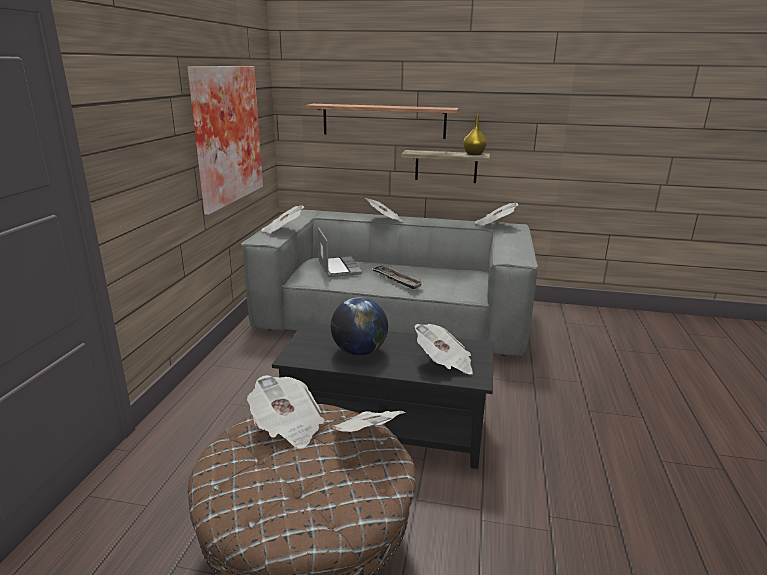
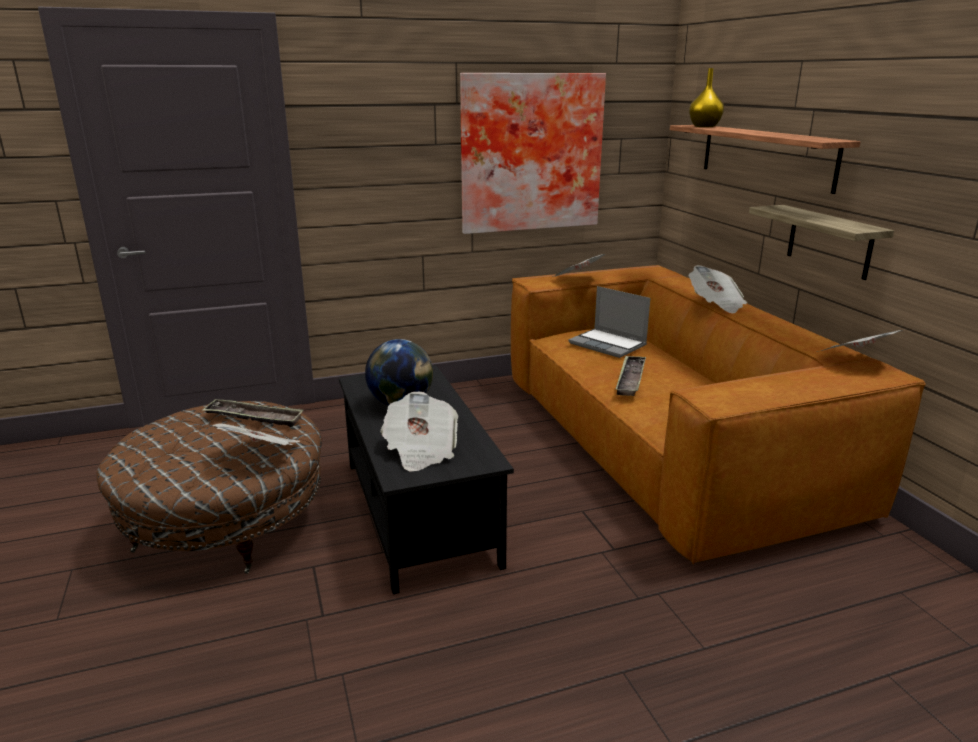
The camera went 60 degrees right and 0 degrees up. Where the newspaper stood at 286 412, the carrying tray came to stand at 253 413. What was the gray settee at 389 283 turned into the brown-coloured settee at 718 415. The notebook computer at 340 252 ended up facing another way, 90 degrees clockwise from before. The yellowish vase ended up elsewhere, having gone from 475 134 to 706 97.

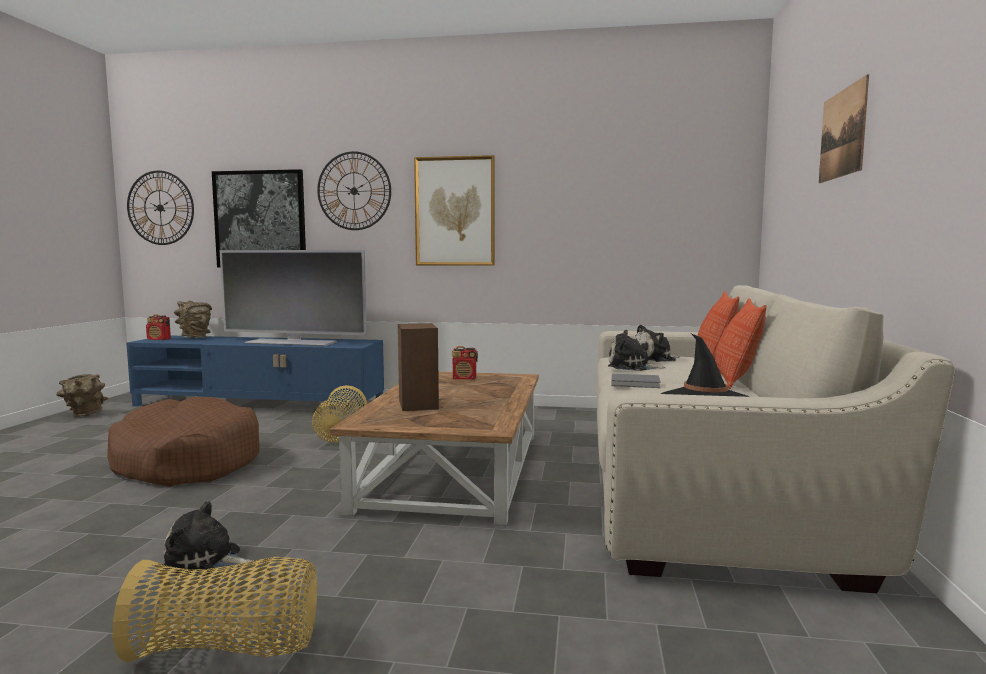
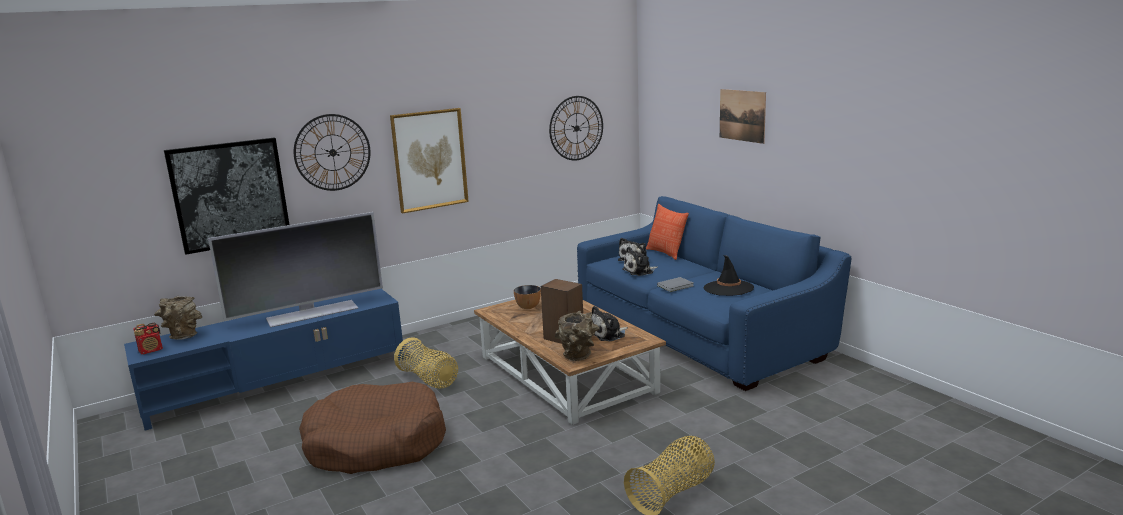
The camera went 40 degrees left and 10 degrees up. Where the radio set stood at 465 363, the bowl came to stand at 527 297. The hanging clock ended up elsewhere, having gone from 160 207 to 576 128. The brown-coloured vase ended up elsewhere, having gone from 82 395 to 577 336. What was the beige-coloured settee at 775 439 turned into the blue-coloured settee at 714 293. The cuddly toy ended up elsewhere, having gone from 208 538 to 609 323. The second view lost the orange cushion at 741 343.

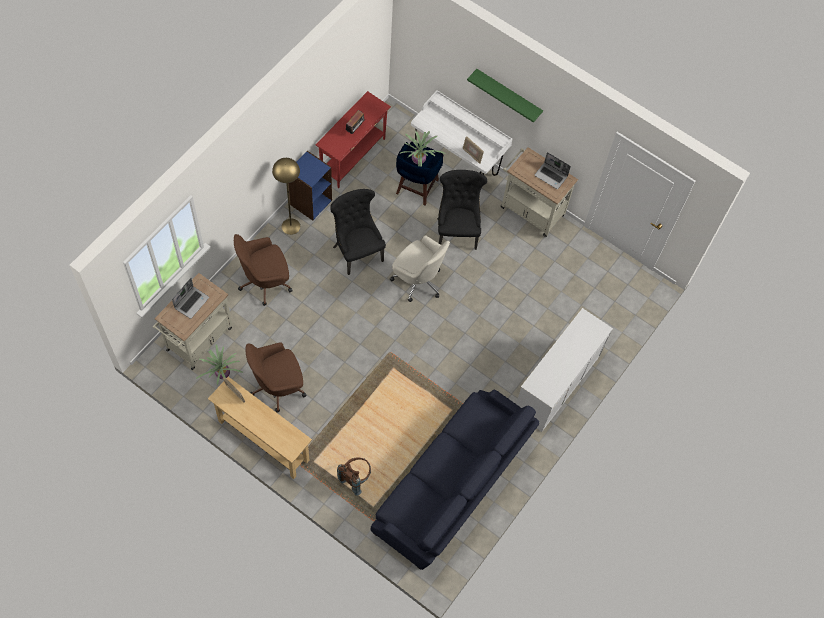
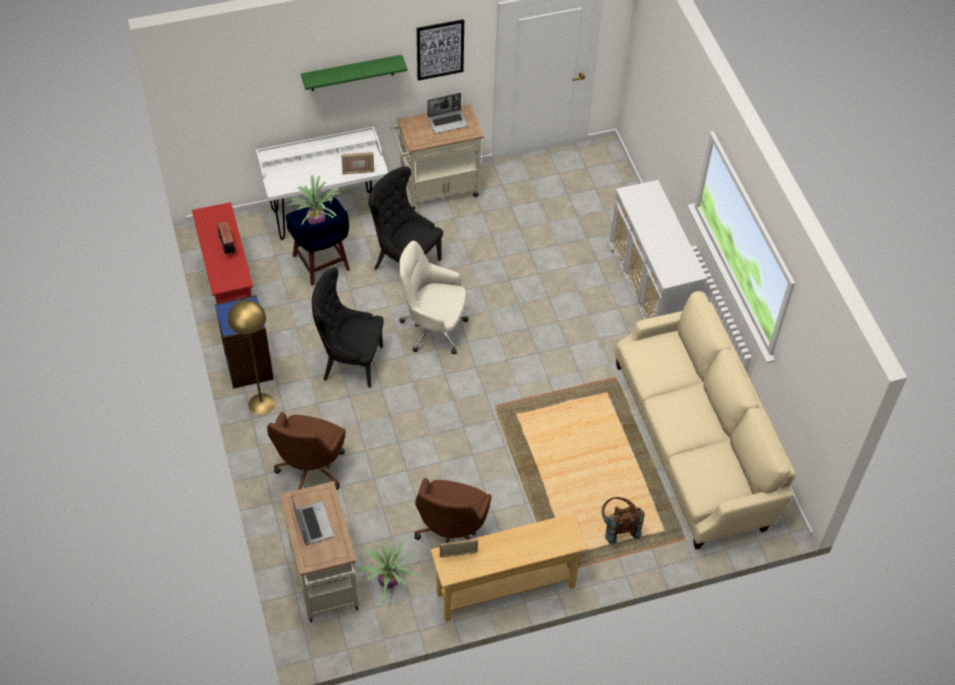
The camera went 50 degrees left and 10 degrees down. The beige-coloured desk chair at 420 268 ended up facing another way, 150 degrees counterclockwise from before. The second view gained the wall art at 440 50. What was the blue-coloured settee at 455 480 turned into the beige-coloured settee at 705 420.

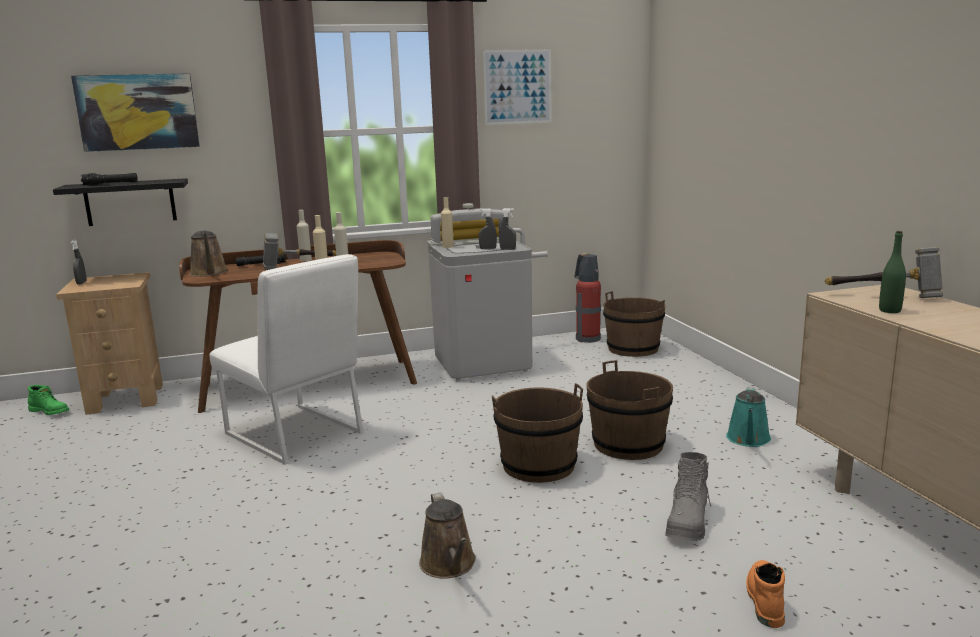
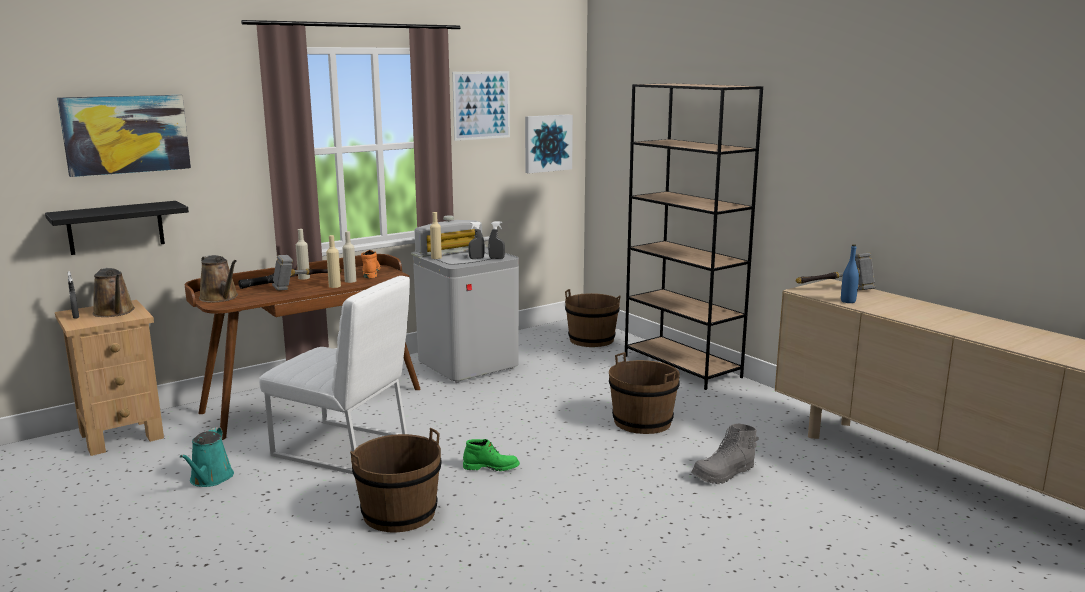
The camera went 20 degrees left and 0 degrees up. The brown-coloured sprinkling can ended up elsewhere, having gone from 447 535 to 114 292. The turquoise sprinkling can ended up elsewhere, having gone from 748 417 to 207 457. The brown-coloured water bucket ended up elsewhere, having gone from 537 433 to 396 480. The orange high-top boot ended up elsewhere, having gone from 765 594 to 370 264. The green-coloured high-top boot ended up elsewhere, having gone from 48 400 to 491 455. The second view gained the wall art at 549 144. The second view gained the beige-coloured bookshelf at 694 236. The gray high-top boot at 688 496 ended up facing another way, 60 degrees clockwise from before. What was the green-coloured beverage bottle at 892 272 turned into the blue-coloured beverage bottle at 850 273. The second view lost the black flashlight at 109 179. The second view lost the extinguisher at 587 298.

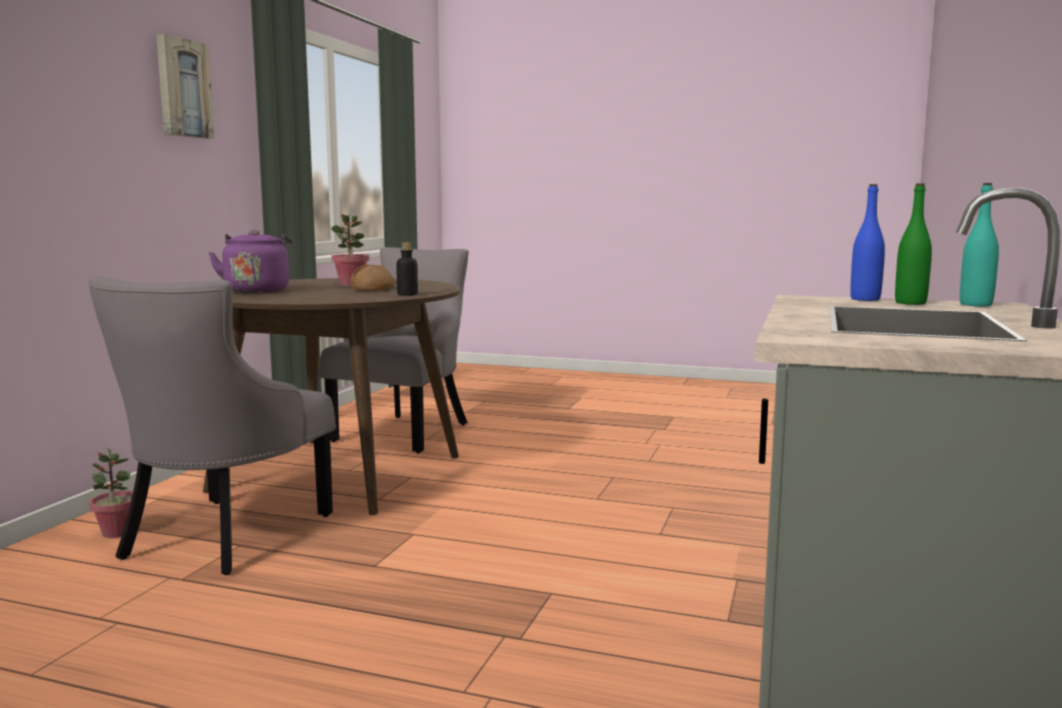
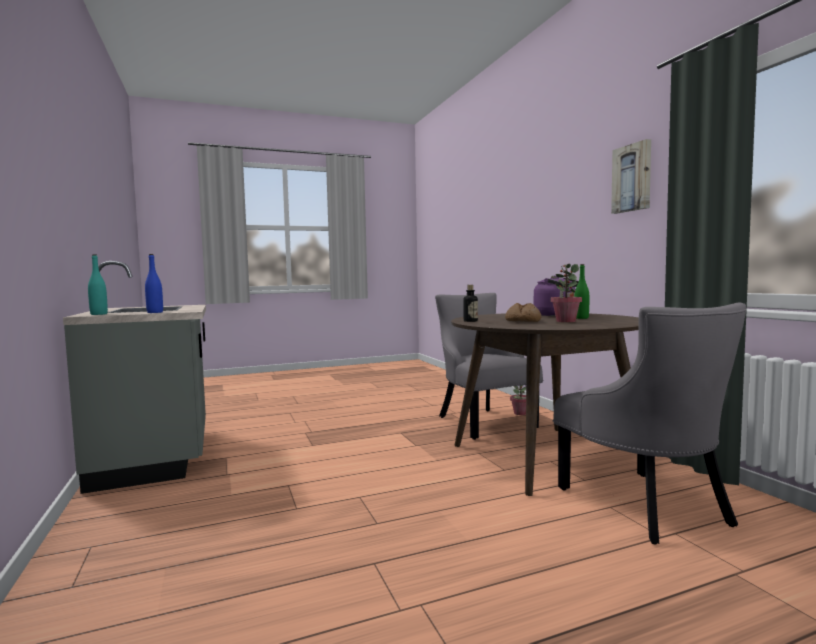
The camera went 140 degrees right and 5 degrees down. The green-coloured beverage bottle ended up elsewhere, having gone from 913 244 to 581 291.

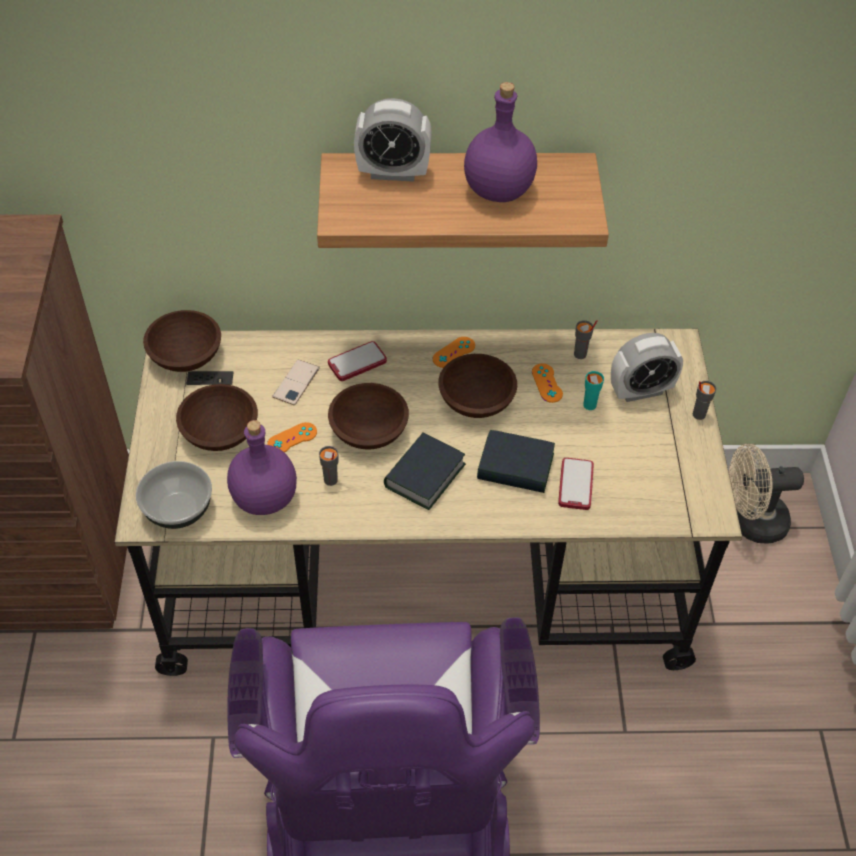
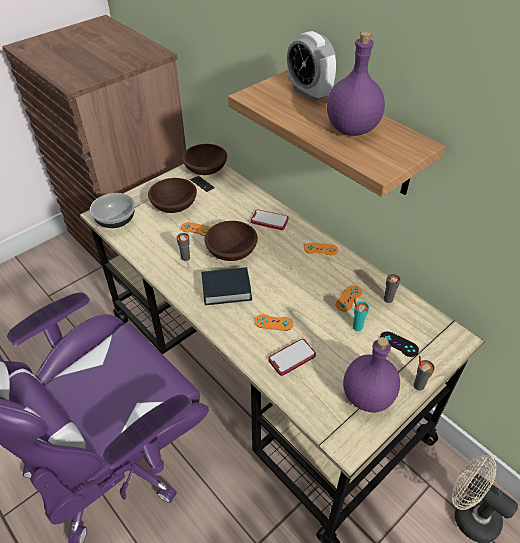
The camera went 50 degrees right and 5 degrees down. Where the bound book stood at 516 461, the orange joypad came to stand at 274 322. The purplish beverage bottle ended up elsewhere, having gone from 262 467 to 371 375. Where the bedside clock stood at 647 367, the black joypad came to stand at 399 344. The second view lost the handset at 296 382. The second view lost the brown-coloured bowl at 477 386.

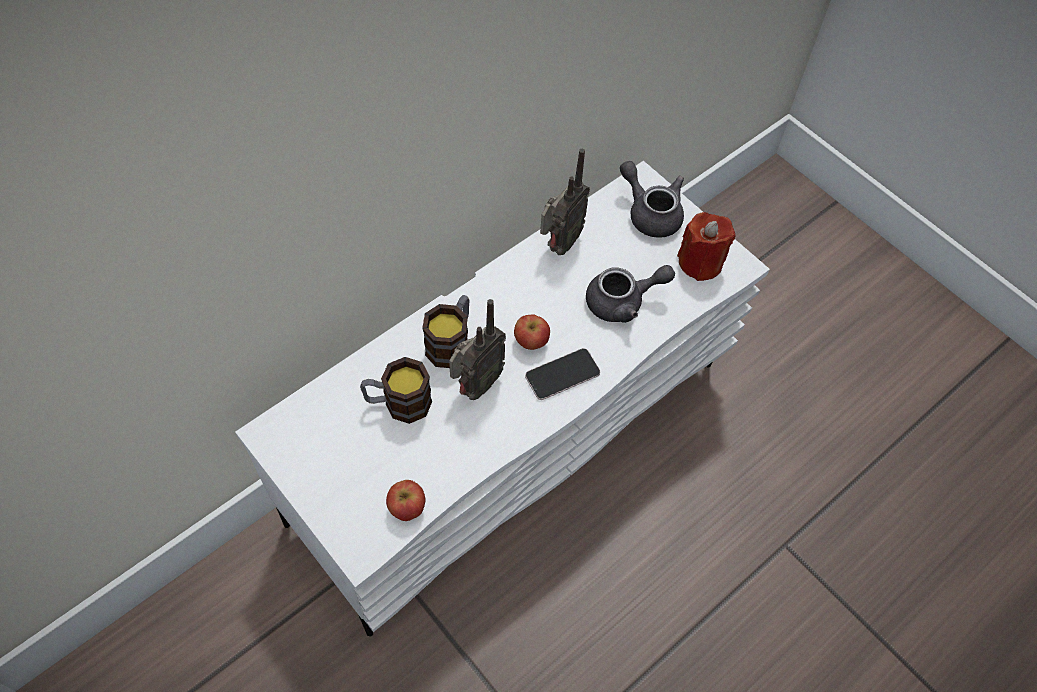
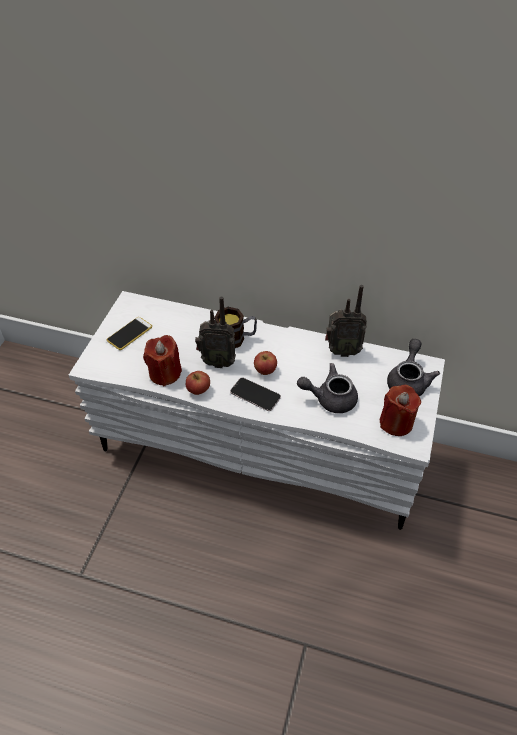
The camera went 60 degrees right and 10 degrees down. The second view gained the handset at 129 333. The second view gained the red-coloured wax candle at 162 360. The apple fruit ended up elsewhere, having gone from 405 500 to 198 383. The gray teapot at 630 294 ended up facing another way, 135 degrees clockwise from before. The second view lost the tea mug at 396 390.

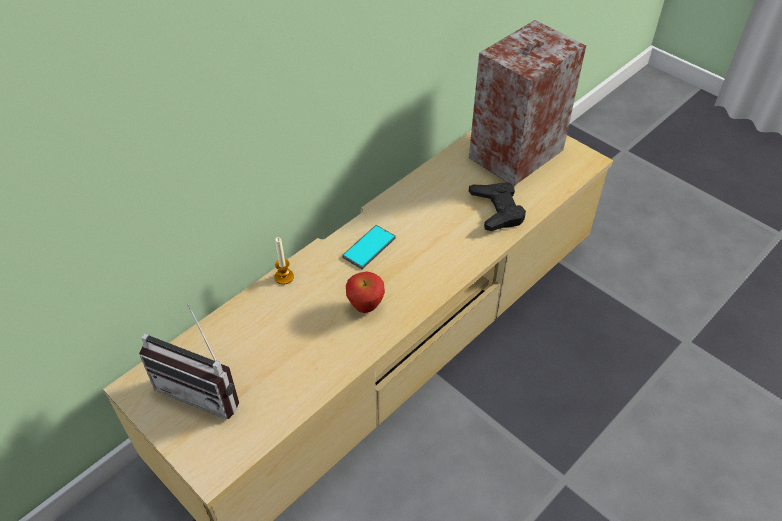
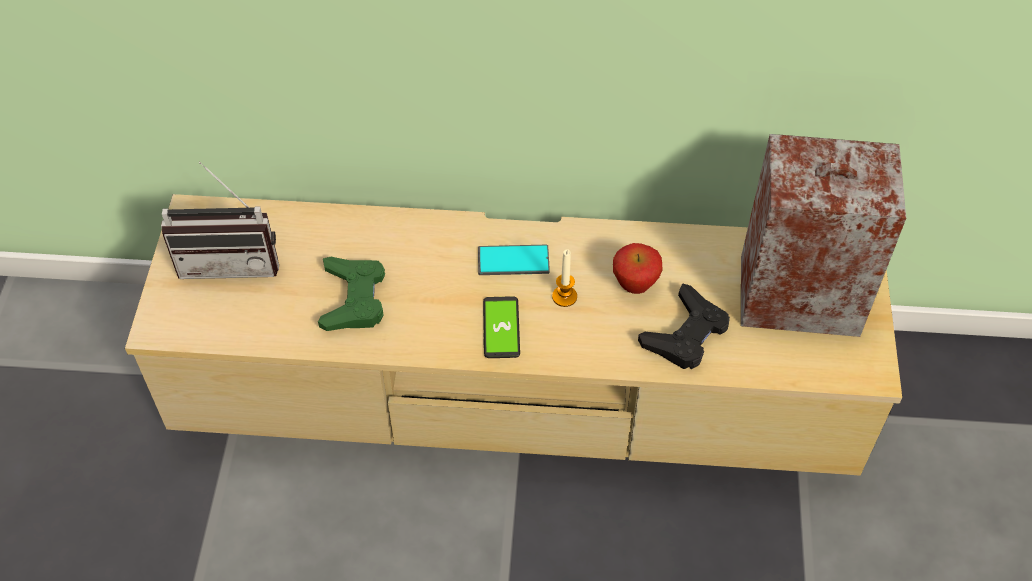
The camera went 50 degrees right and 5 degrees up. The radio set at 189 361 ended up facing another way, 75 degrees counterclockwise from before. The second view gained the green-coloured joypad at 351 294. The second view gained the handset at 501 327. The wax candle ended up elsewhere, having gone from 284 261 to 564 278. The apple fruit ended up elsewhere, having gone from 365 292 to 637 268.

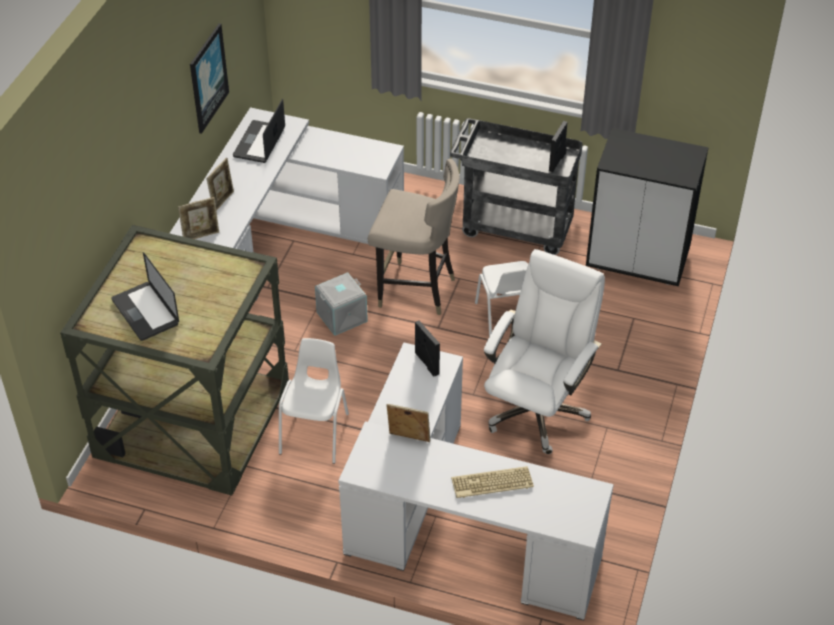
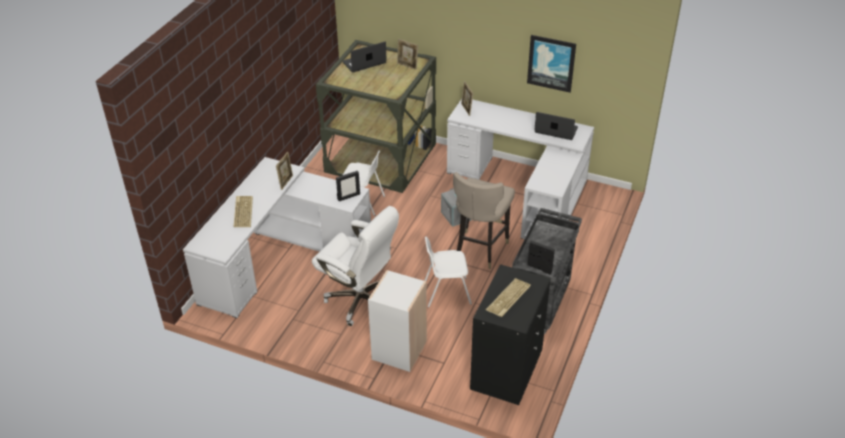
The camera went 95 degrees right and 5 degrees down. The second view gained the bookshelf at 397 321. The picture frame ended up elsewhere, having gone from 220 184 to 407 54. The second view gained the computer keyboard at 508 297.

